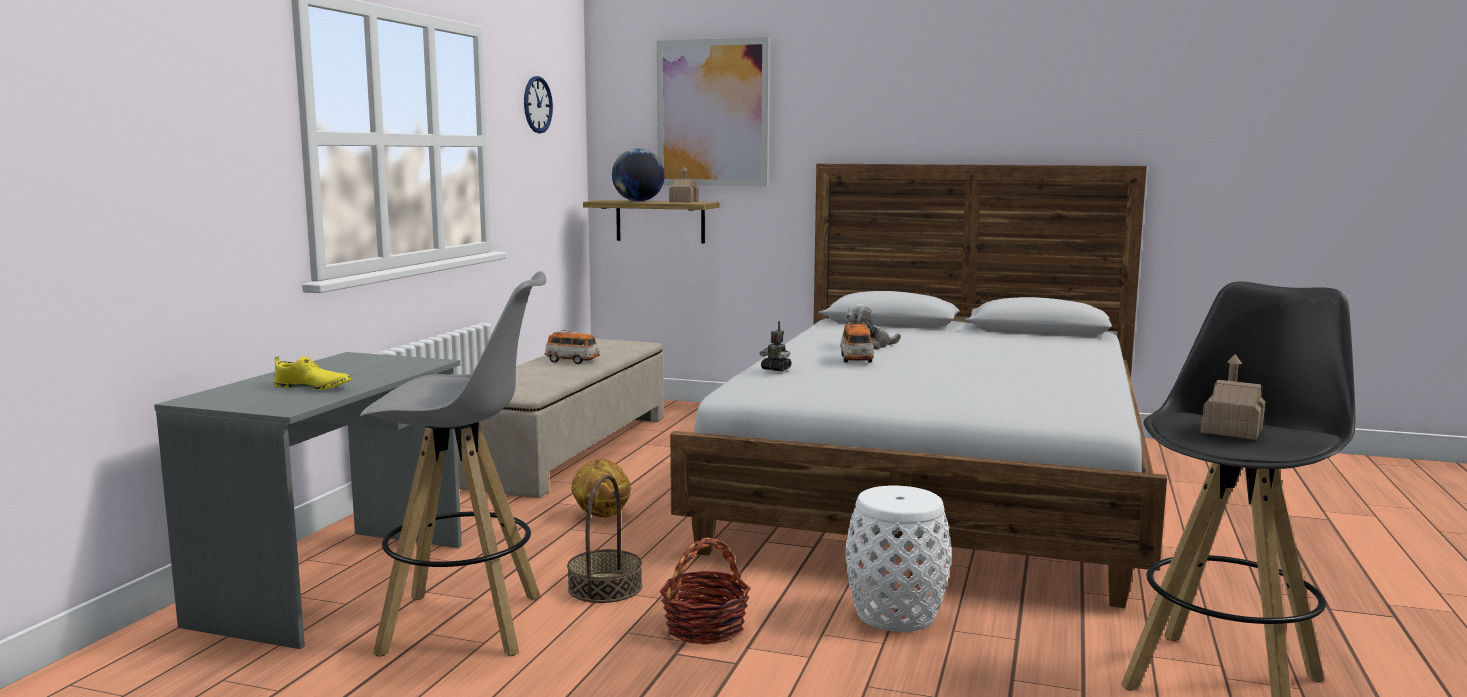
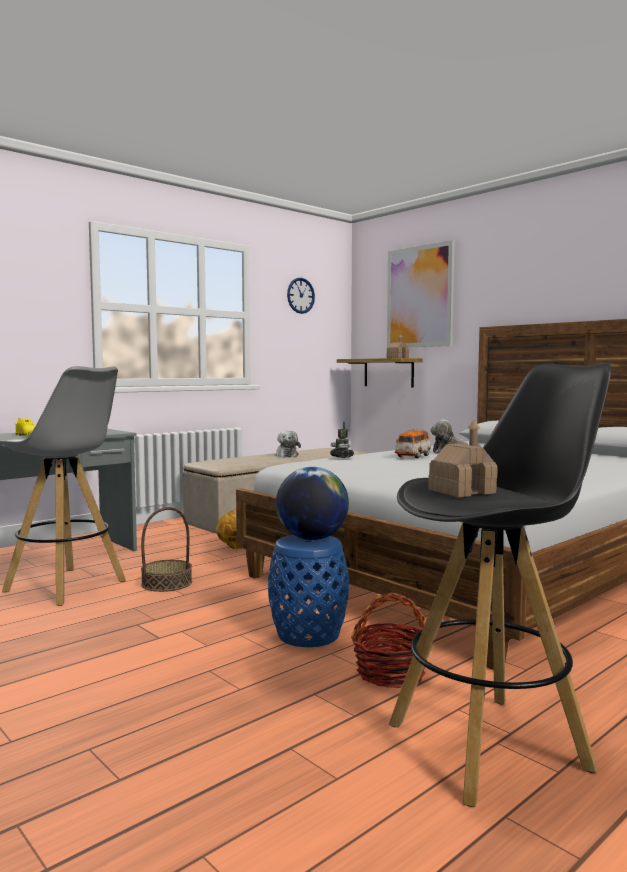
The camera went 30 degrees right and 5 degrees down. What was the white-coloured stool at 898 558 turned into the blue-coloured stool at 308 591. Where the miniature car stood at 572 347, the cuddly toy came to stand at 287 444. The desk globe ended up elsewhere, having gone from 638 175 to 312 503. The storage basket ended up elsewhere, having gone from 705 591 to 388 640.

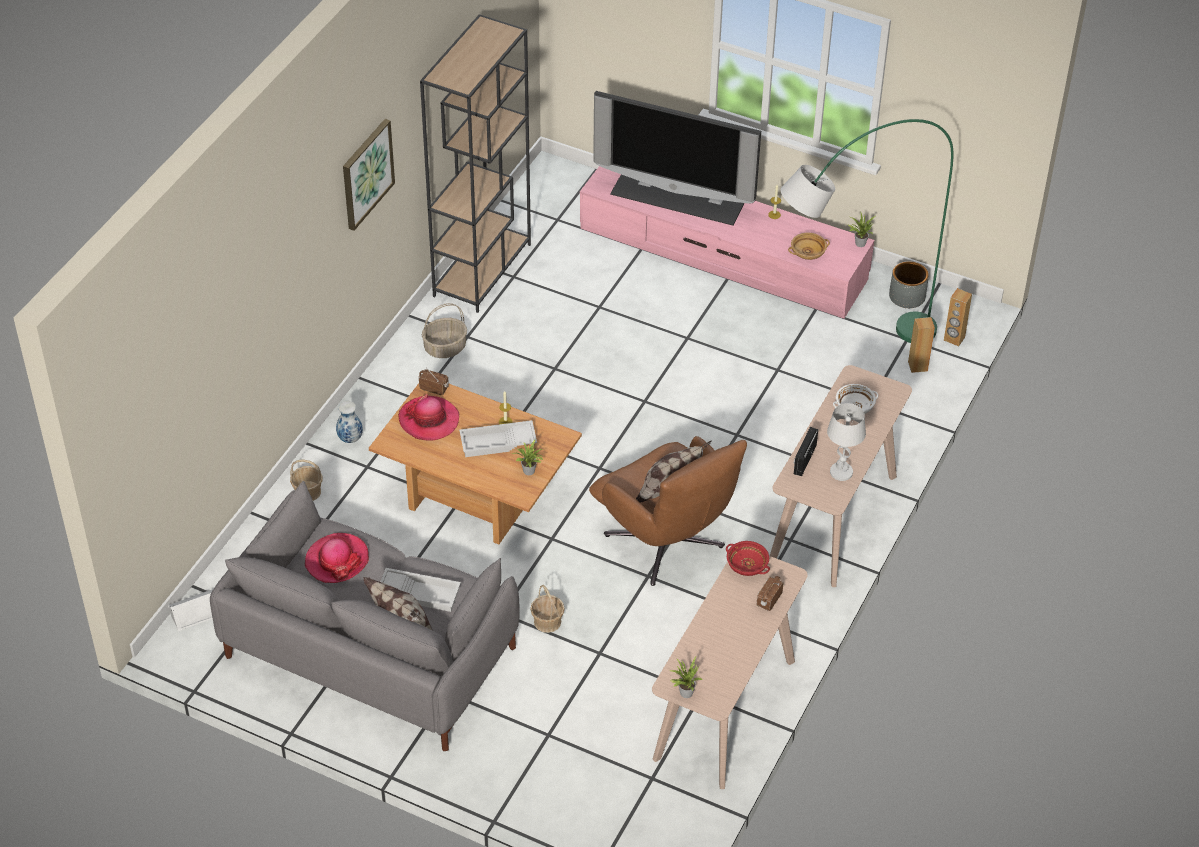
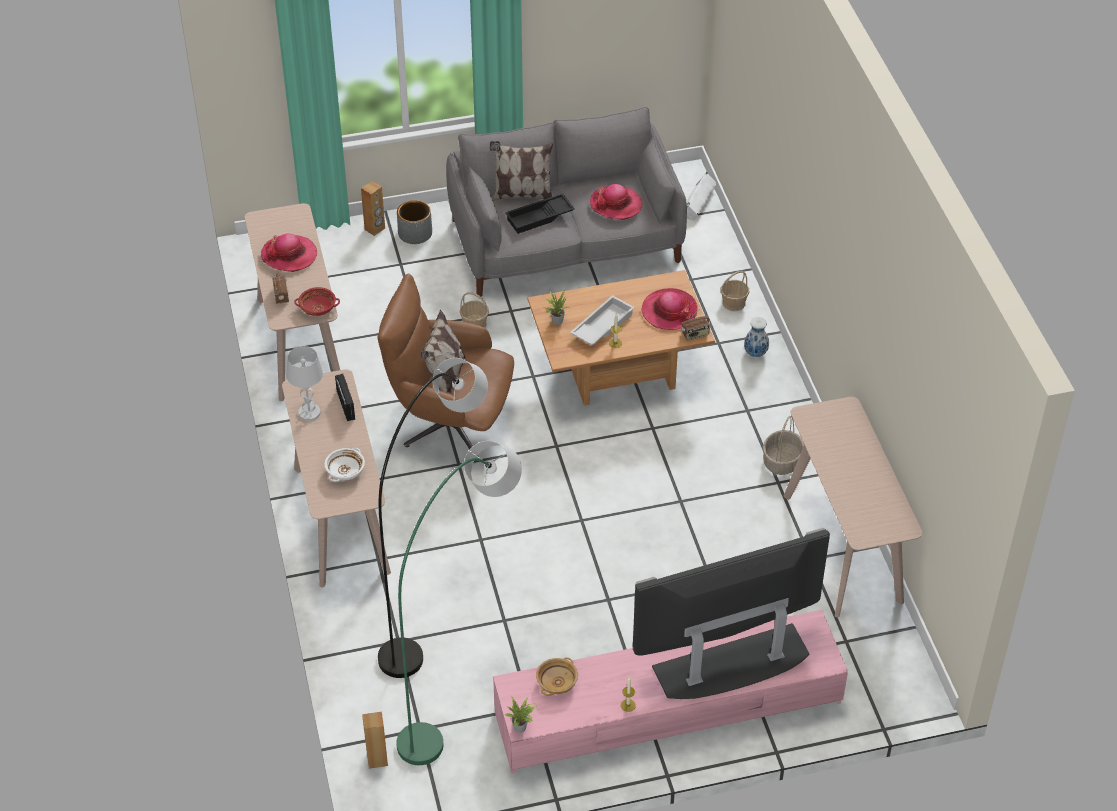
The camera went 140 degrees right and 0 degrees up. The second view gained the hat at 289 253. The brown-coloured audio speaker ended up elsewhere, having gone from 921 345 to 373 208. The second view gained the gray floor lamp at 433 518. The gray flower pot ended up elsewhere, having gone from 909 284 to 414 222. What was the white-coloured carrying tray at 420 590 turned into the black carrying tray at 540 213. Where the bookshelf stood at 475 163, the beige-coloured narrow table came to stand at 853 507. The second view lost the wall art at 369 175. The second view lost the potted plant at 686 677.

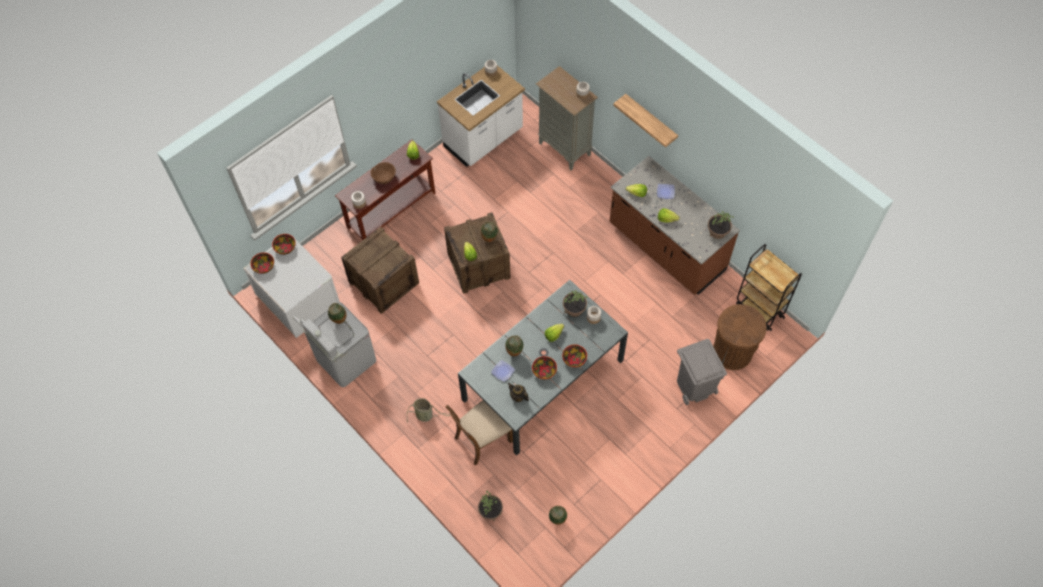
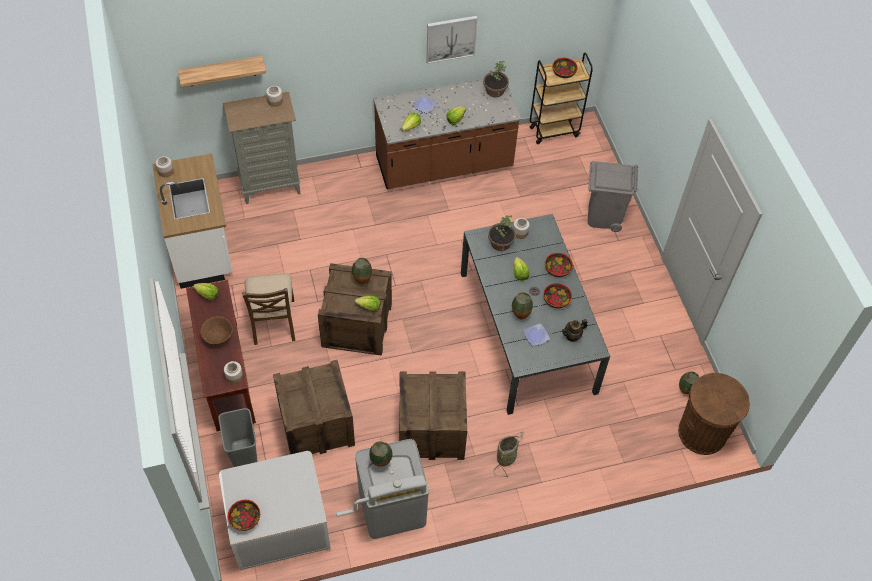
The camera went 65 degrees left and 5 degrees down. The shelf ended up elsewhere, having gone from 645 121 to 222 71. The second view gained the gray rubbish bin at 238 437. The brown-coloured chair ended up elsewhere, having gone from 479 432 to 268 309. The second view gained the crate at 433 416. The second view gained the wall art at 452 40. The bowl ended up elsewhere, having gone from 284 244 to 565 68. The brown-coloured rubbish bin ended up elsewhere, having gone from 739 337 to 714 414. The second view lost the potted plant at 490 505.

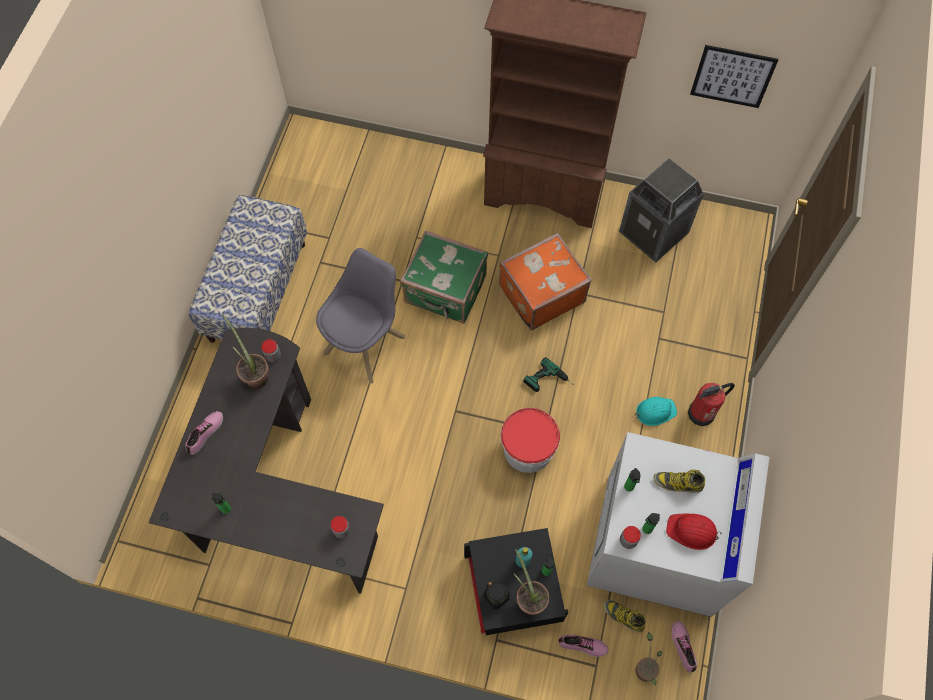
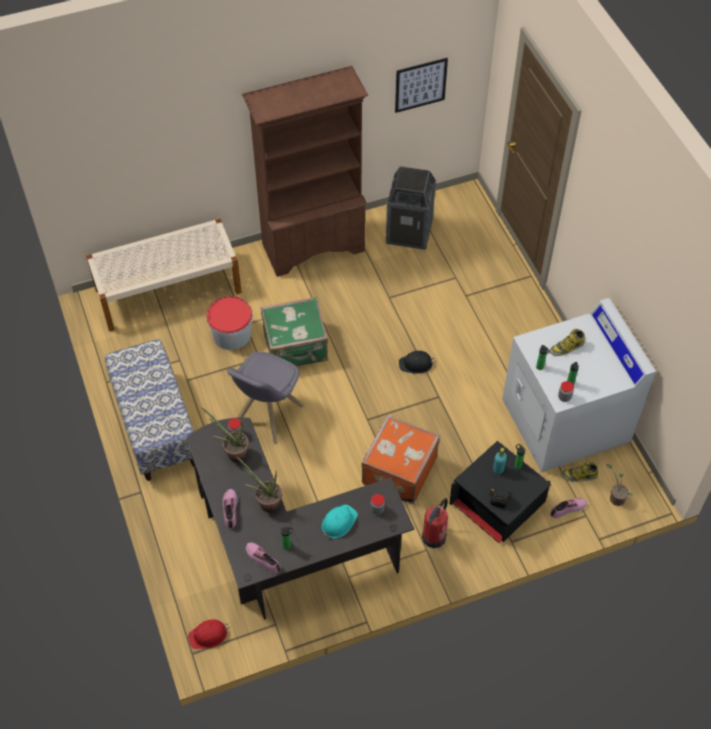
The camera went 35 degrees left and 10 degrees down. The second view gained the beige-coloured long seat at 164 275. The red-coloured hard hat ended up elsewhere, having gone from 694 532 to 208 634. The water bucket ended up elsewhere, having gone from 530 440 to 229 323. The gray chair at 360 316 ended up facing another way, 150 degrees counterclockwise from before. The potted plant ended up elsewhere, having gone from 531 581 to 258 484. The item of footwear ended up elsewhere, having gone from 684 646 to 263 558. The turquoise hard hat ended up elsewhere, having gone from 656 411 to 340 521. The orange travel case ended up elsewhere, having gone from 545 282 to 400 459. Where the power drill stood at 547 374, the black hard hat came to stand at 417 362. The extinguisher ended up elsewhere, having gone from 711 404 to 435 523.

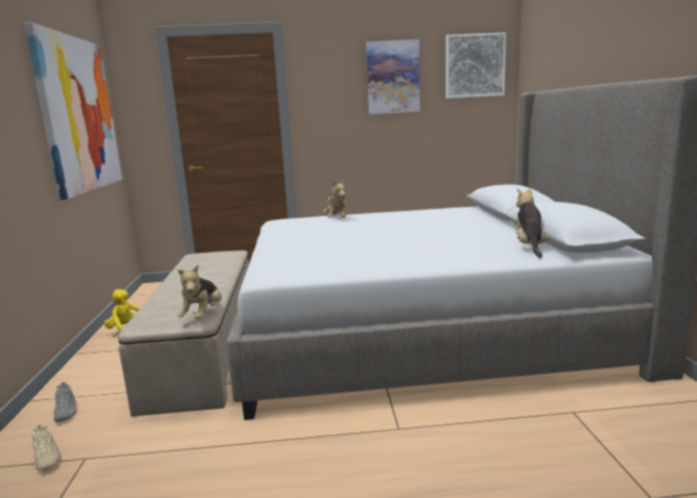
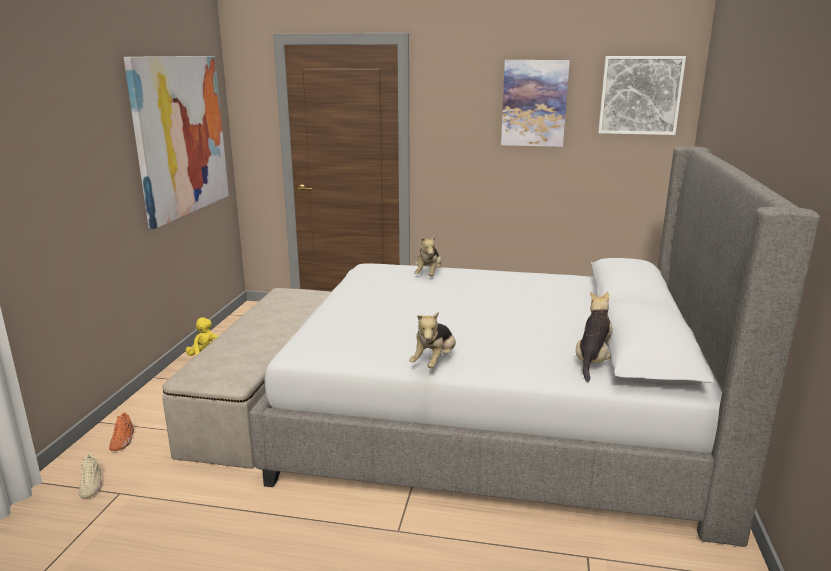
The camera went 15 degrees right and 5 degrees up. What was the gray item of footwear at 65 402 turned into the orange item of footwear at 121 431. The cuddly toy ended up elsewhere, having gone from 199 292 to 432 340.

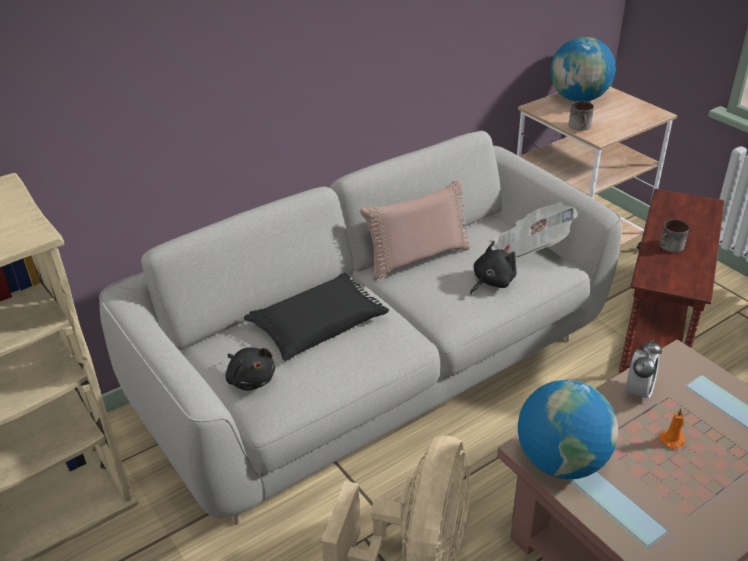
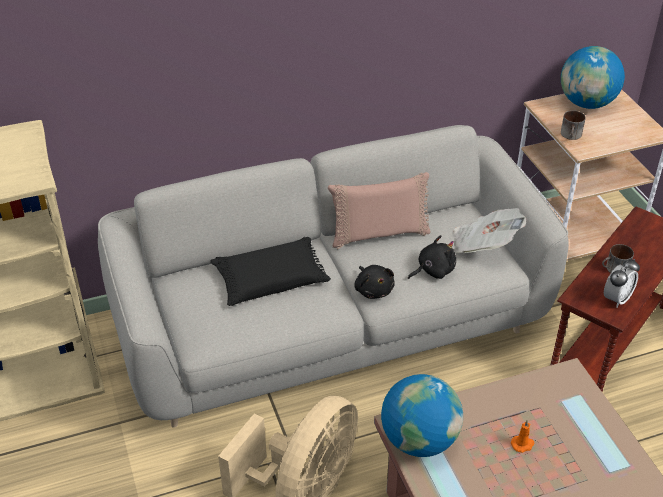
The camera went 15 degrees right and 5 degrees up. The black cuddly toy ended up elsewhere, having gone from 250 369 to 374 282. The bedside clock ended up elsewhere, having gone from 644 371 to 622 283.

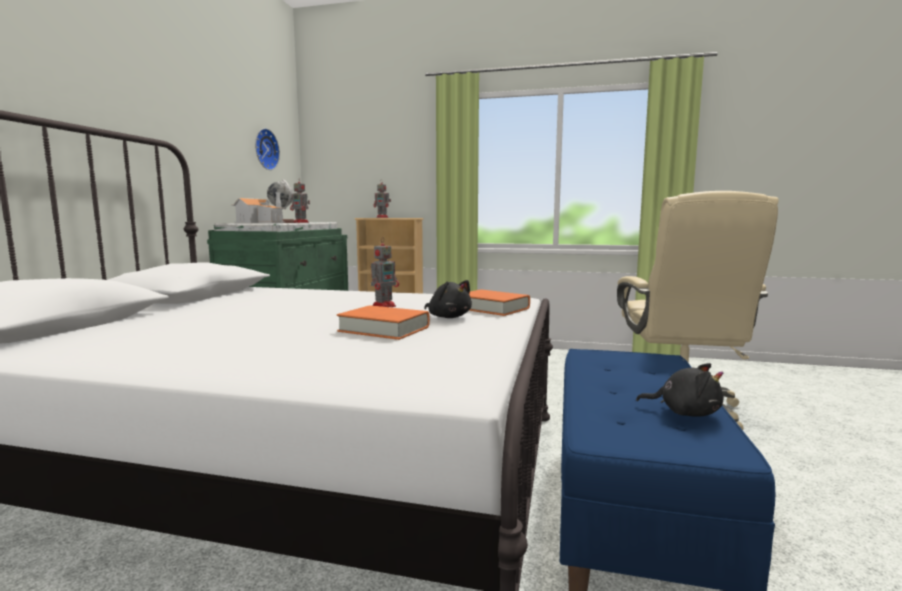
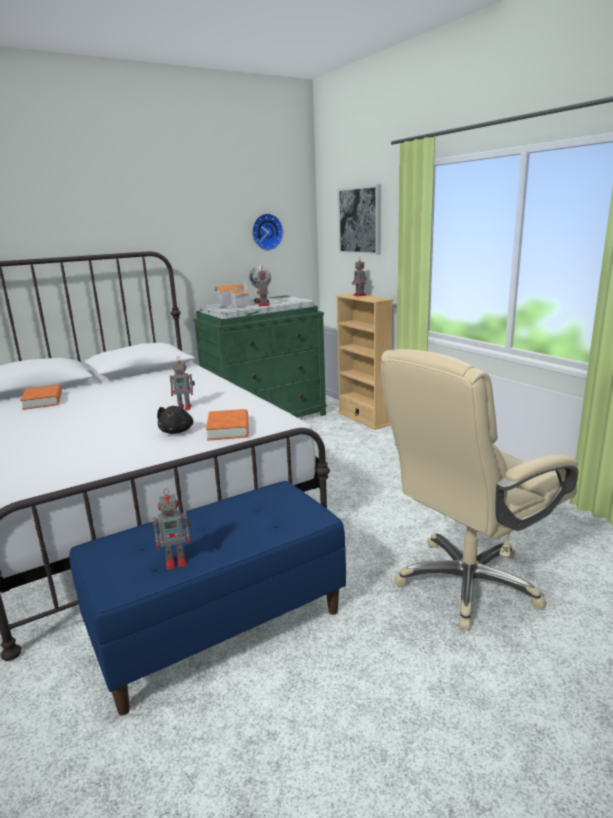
The camera went 45 degrees right and 10 degrees up. The orange bound book ended up elsewhere, having gone from 383 322 to 41 397. Where the black cuddly toy stood at 680 390, the toy robot came to stand at 172 529. The second view gained the wall art at 359 219.

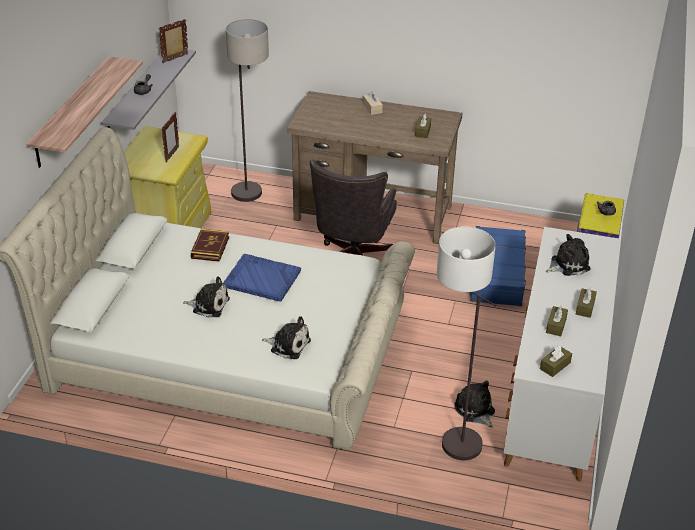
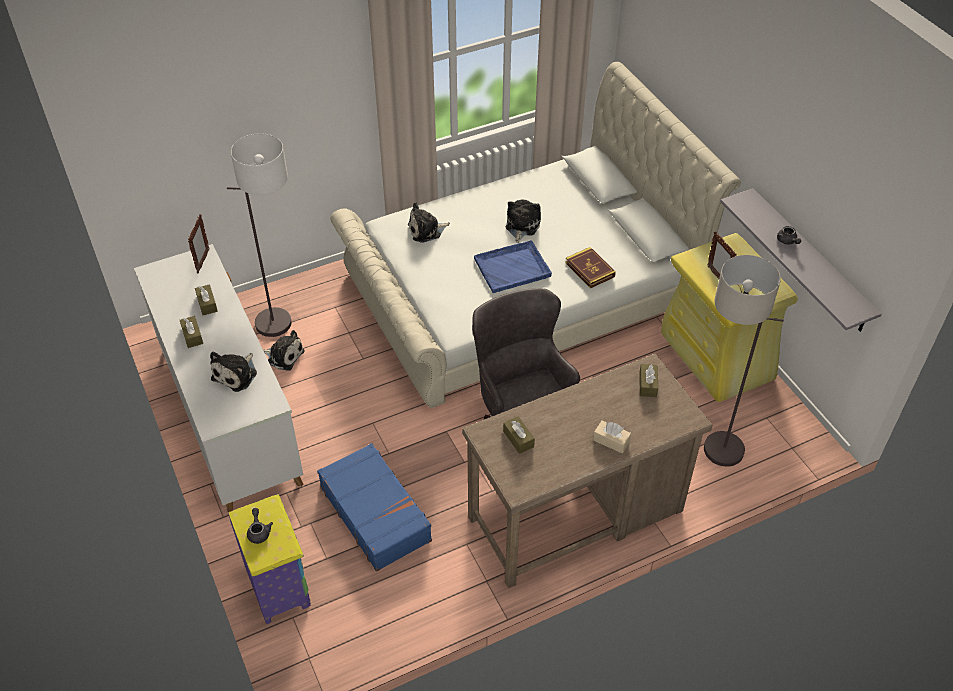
The camera went 140 degrees right and 10 degrees up. The picture frame ended up elsewhere, having gone from 173 41 to 199 244. The cuddly toy at 206 296 ended up facing another way, 135 degrees clockwise from before. The brown-coloured tissue box ended up elsewhere, having gone from 556 361 to 648 380. The second view lost the shelf at 84 112.

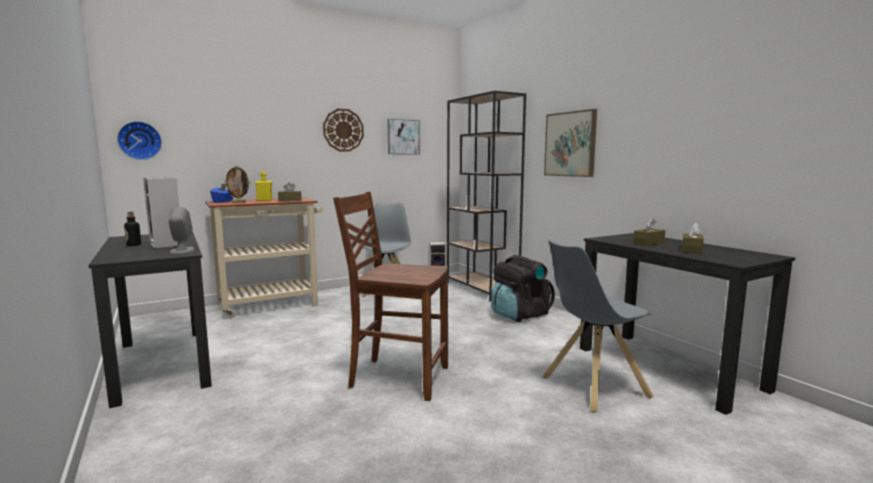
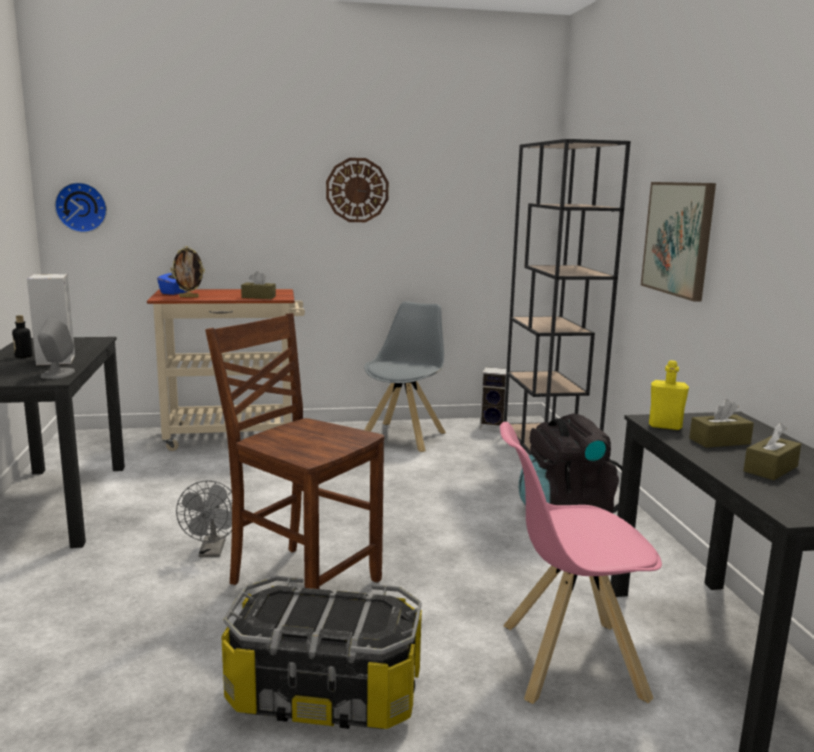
The camera went 20 degrees right and 5 degrees up. The second view gained the gray cooling fan at 204 518. The second view gained the storage container at 321 652. What was the gray chair at 597 325 turned into the pink-coloured chair at 581 563. The yellowish beverage bottle ended up elsewhere, having gone from 263 186 to 669 395. The second view lost the wall art at 403 137.

